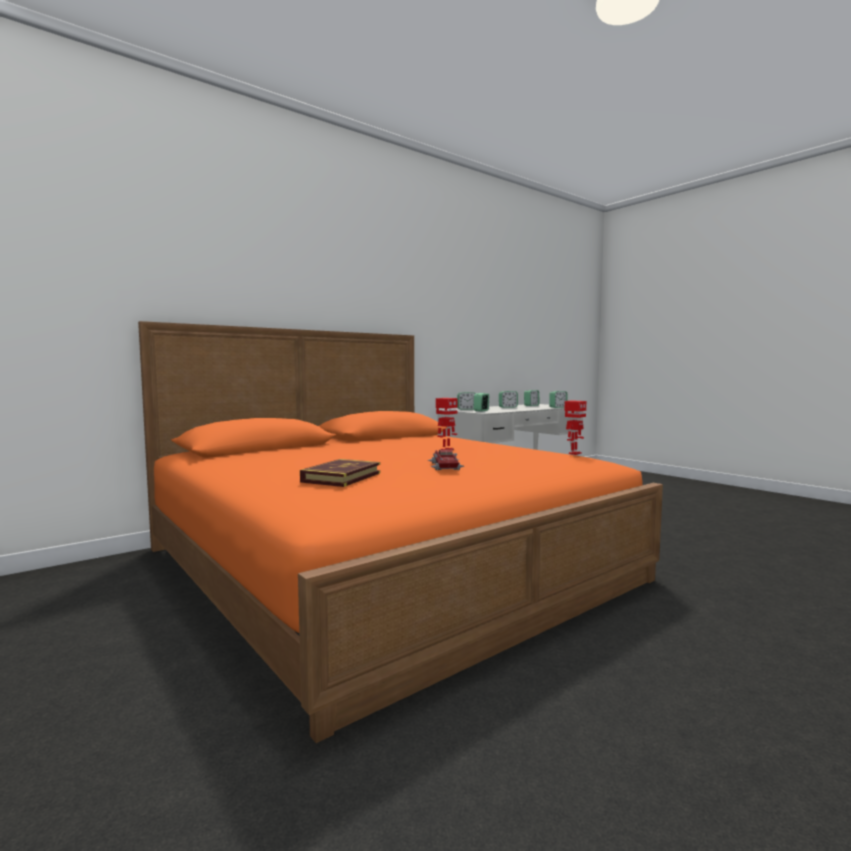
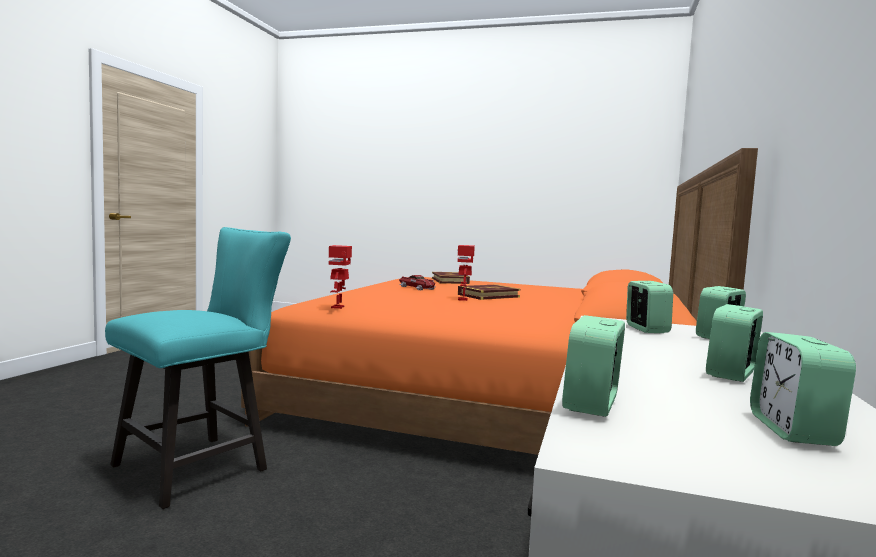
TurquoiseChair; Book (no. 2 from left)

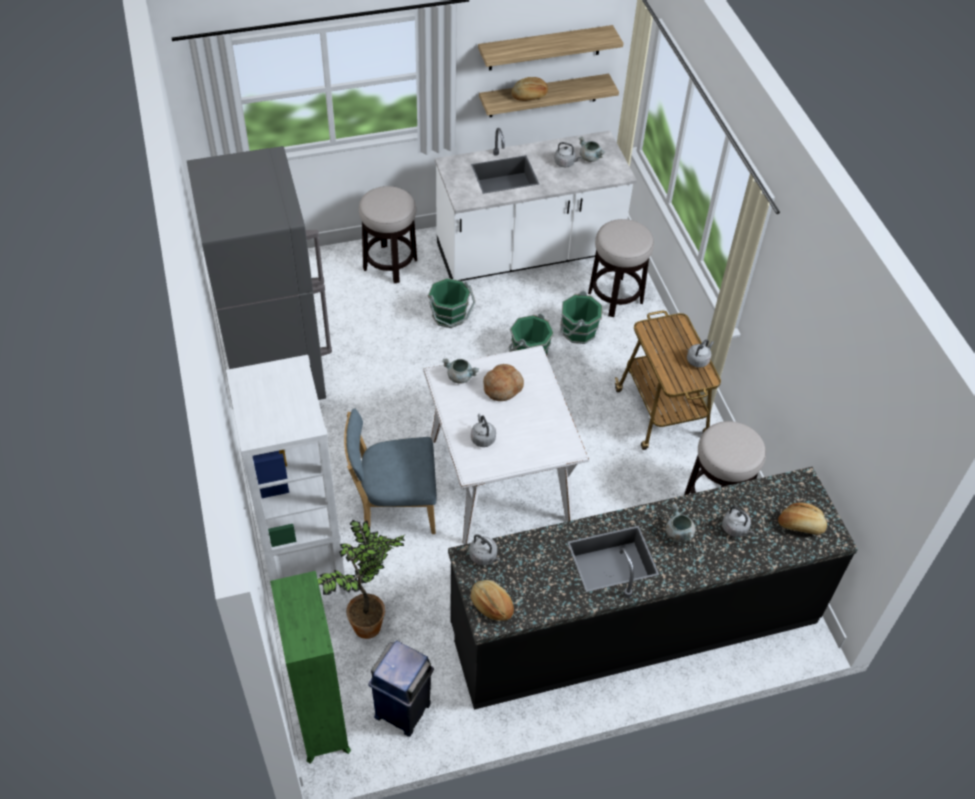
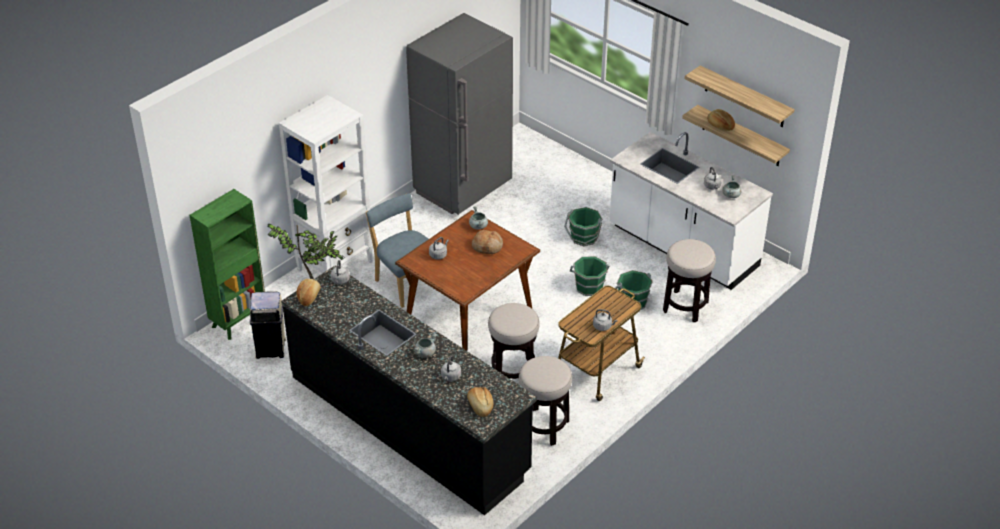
Stool (no. 1 from left); BeigeTrashCan; BrownDiningTable

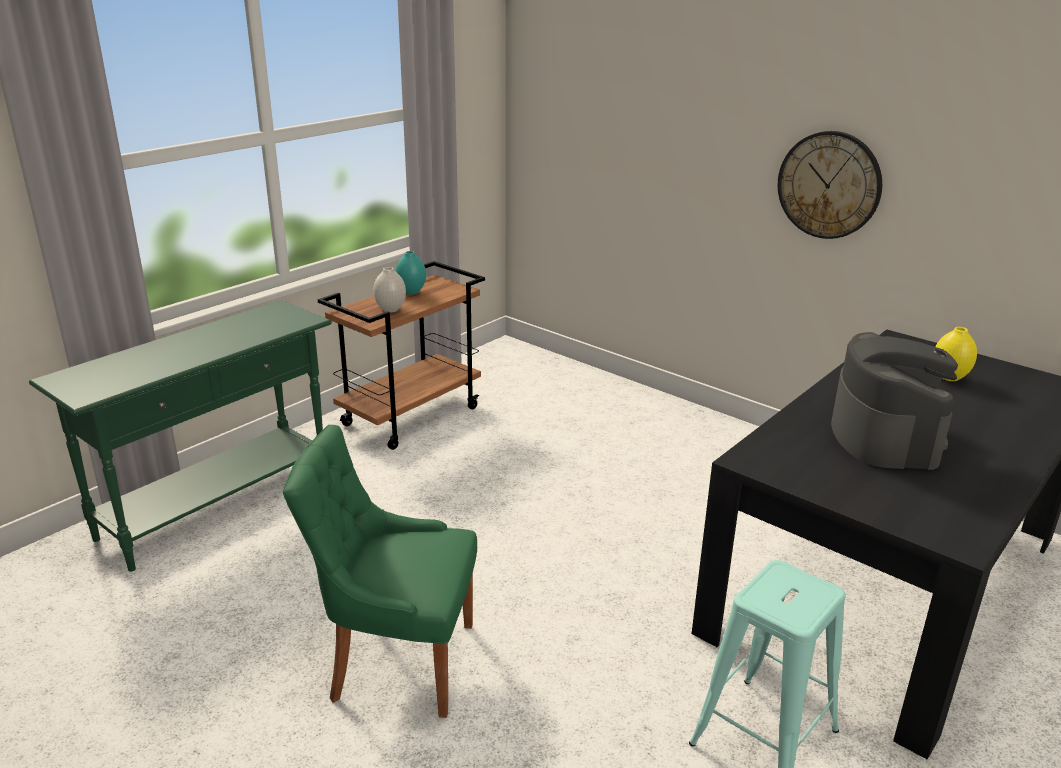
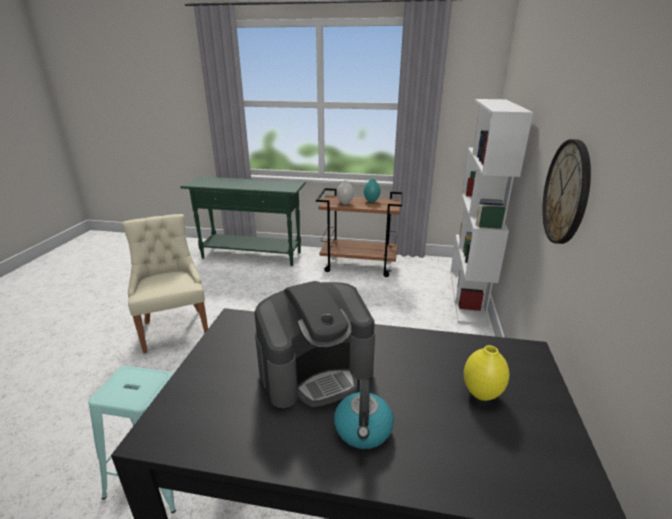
BeigeChair; Kettle; WhiteBookcase

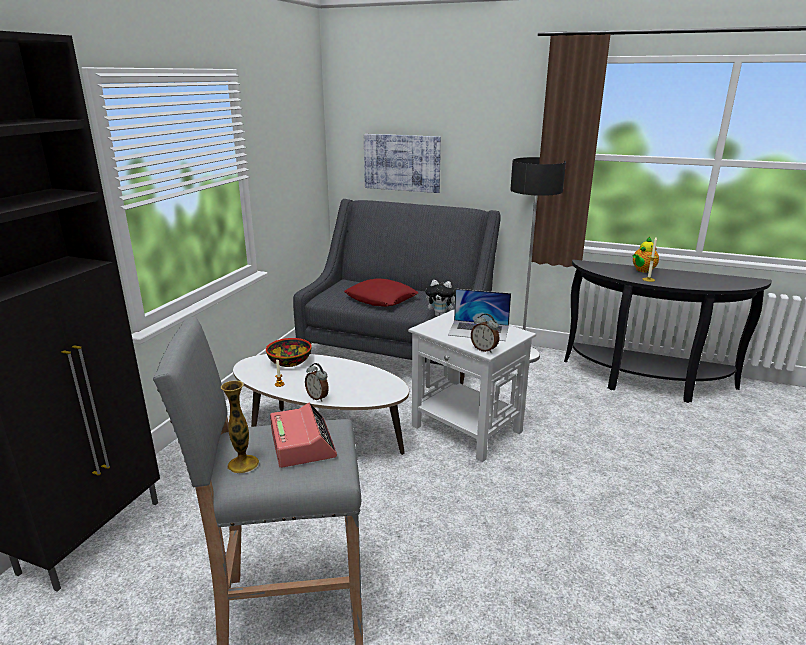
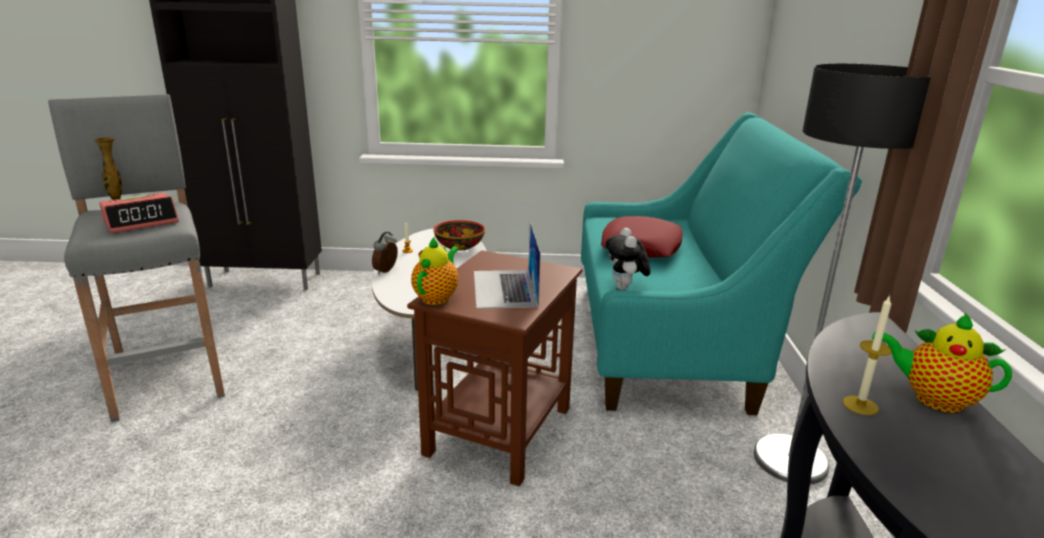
TurquoiseSofa; Picture; BrownSideTable; Teapot (no. 1 from left)

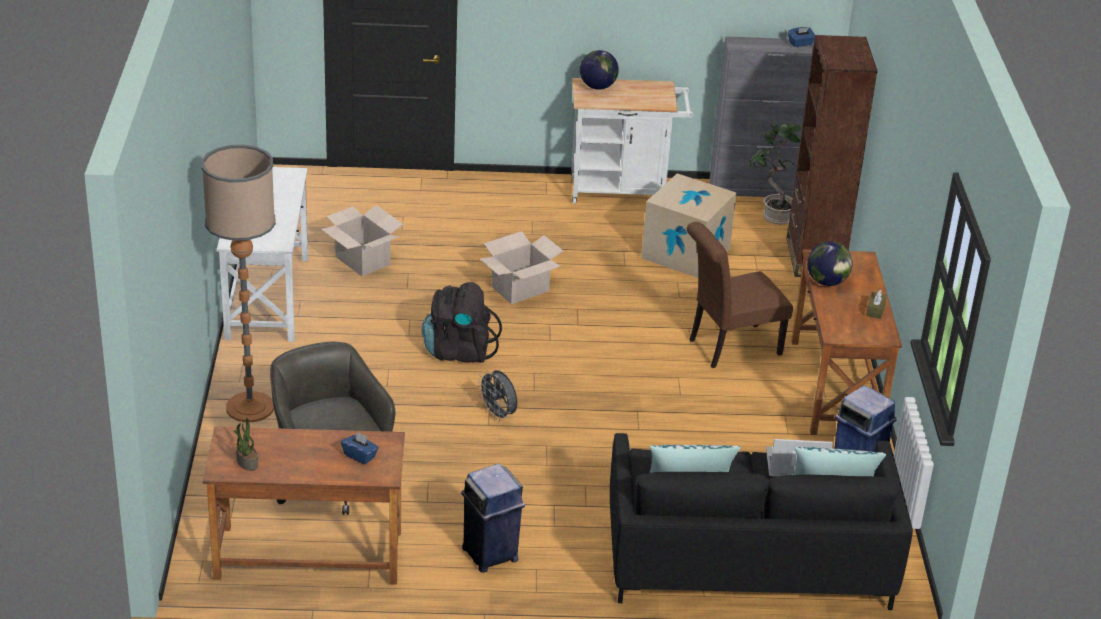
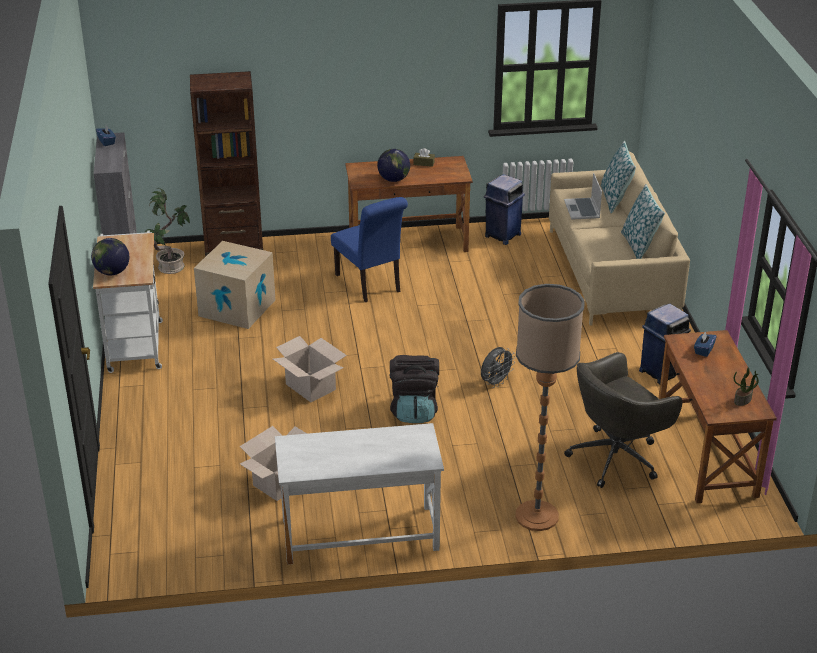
BeigeSofa; BlueChair

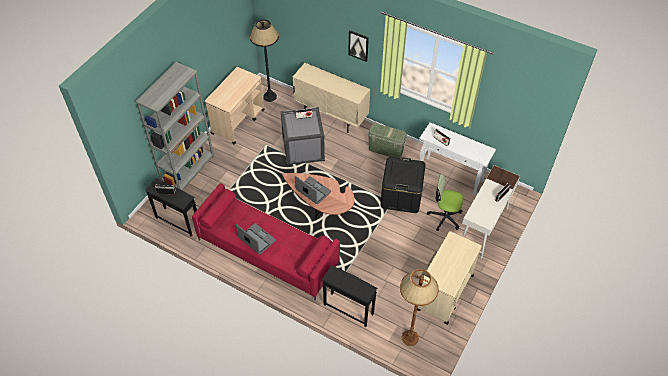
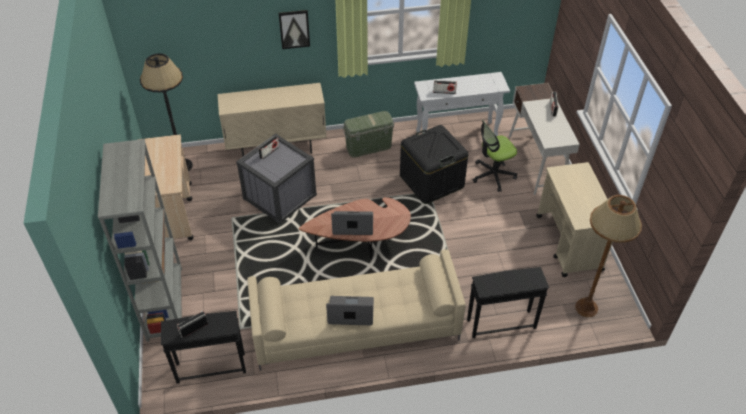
BeigeSofa

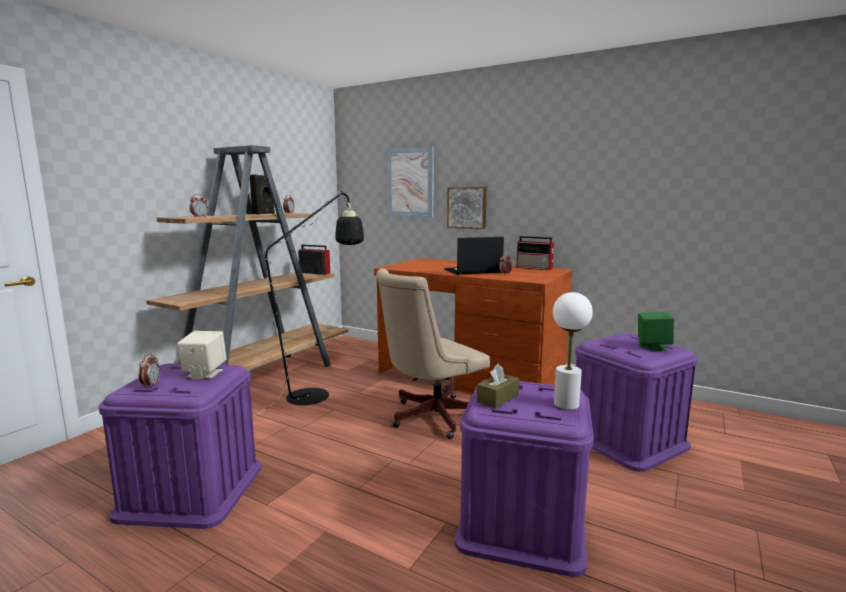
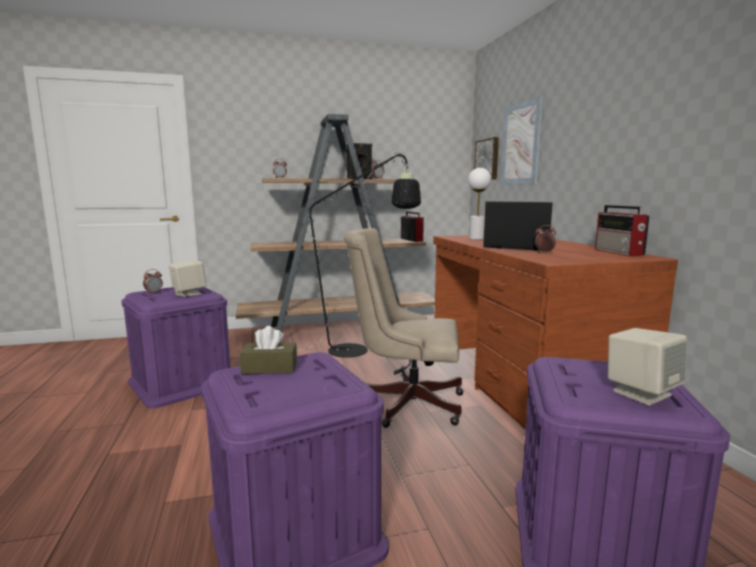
Picture (no. 1 from left); WhiteTableLamp; BeigeSpeaker (no. 2 from left)

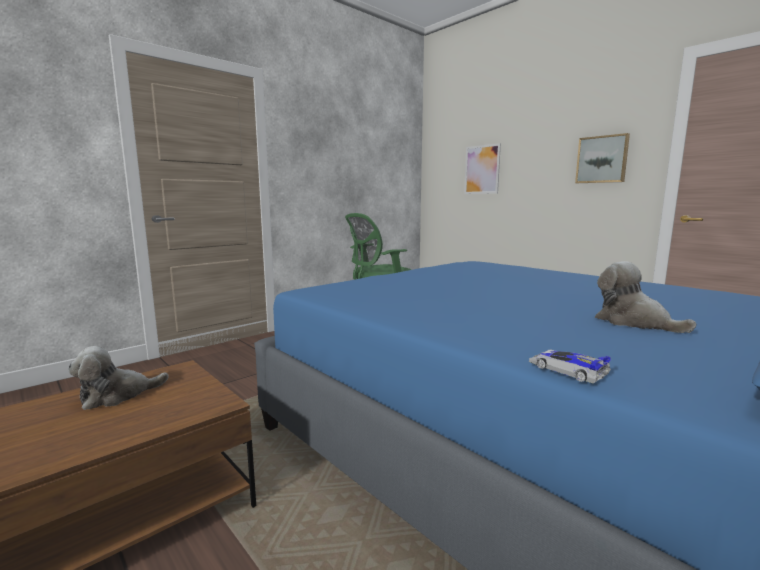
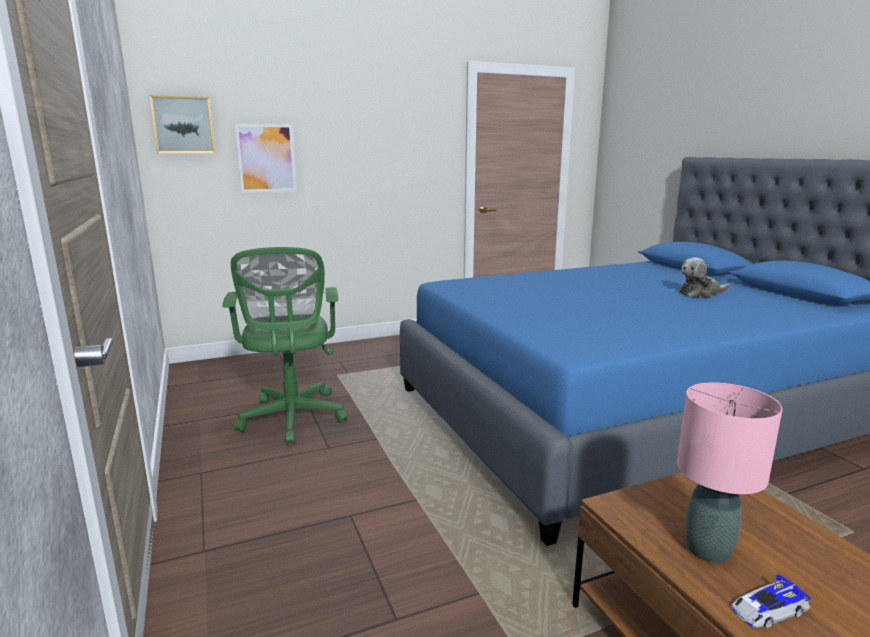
PinkTableLamp; ToyCar; Picture (no. 1 from left)

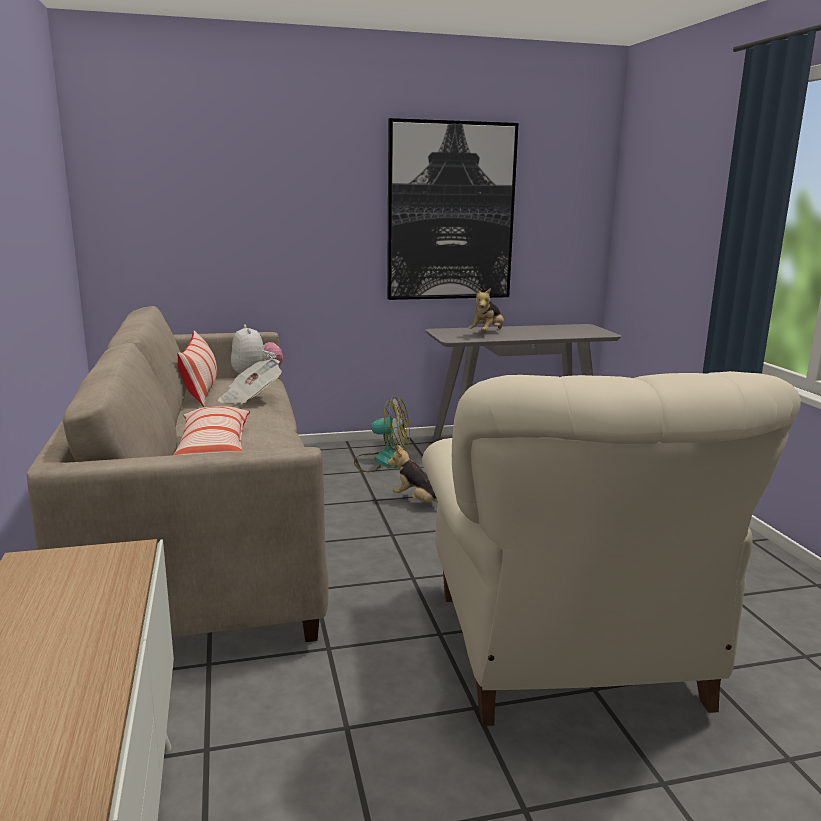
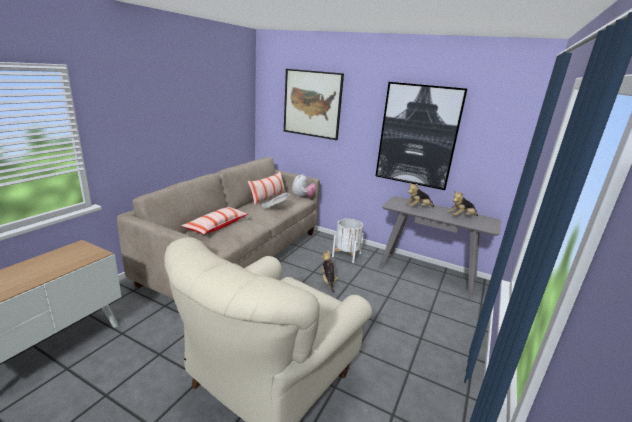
WhitePlanter; Picture (no. 1 from left); PlushToy (no. 4 from left)

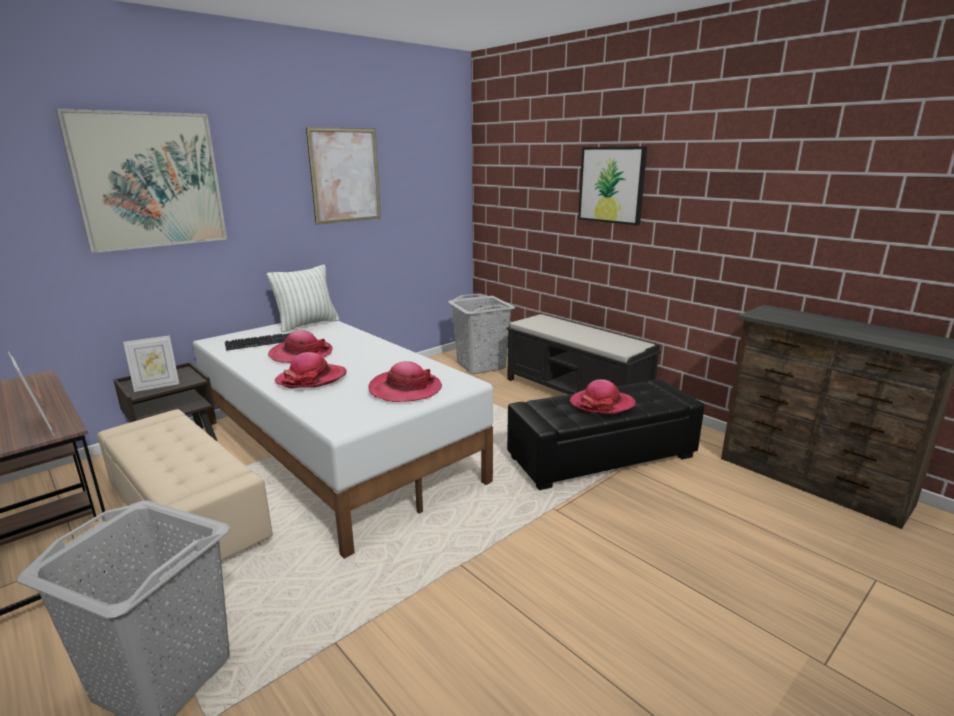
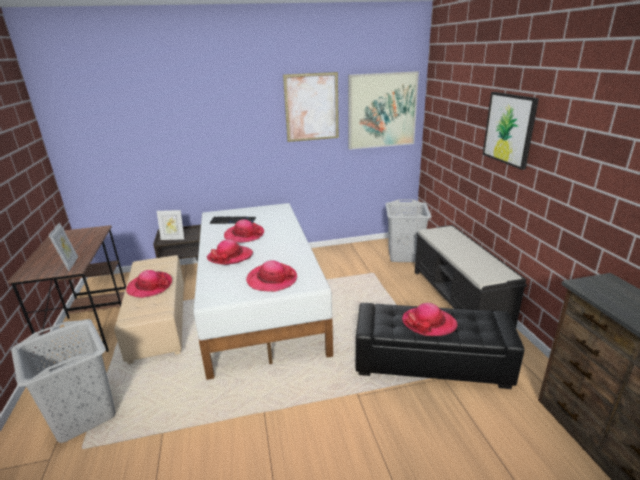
Picture (no. 2 from left); Pillow; Hat (no. 1 from left)

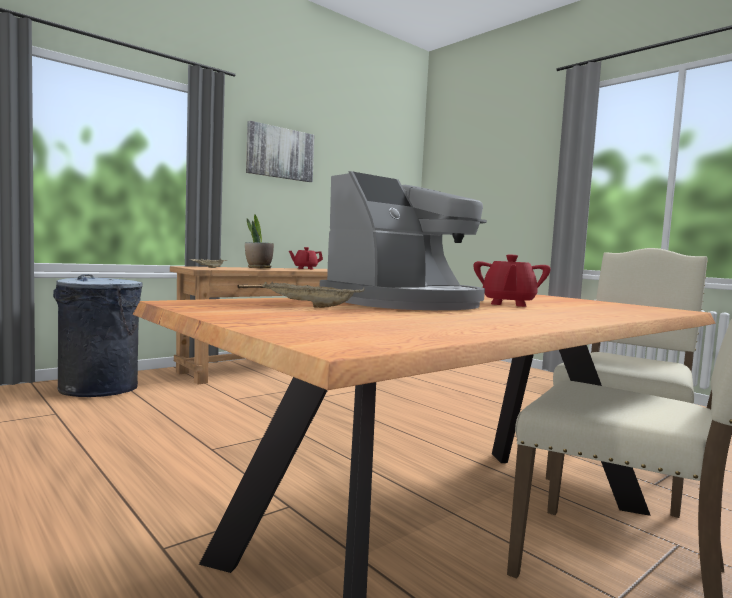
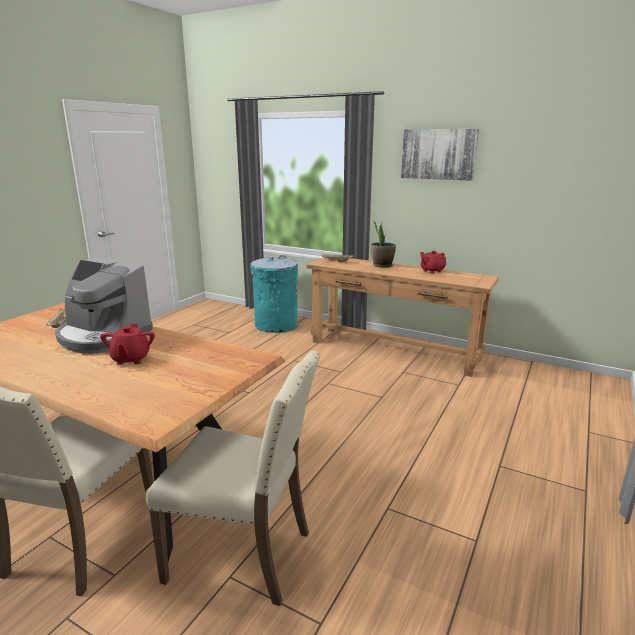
TurquoiseTrashCan; RedTeapot (no. 1 from left)

